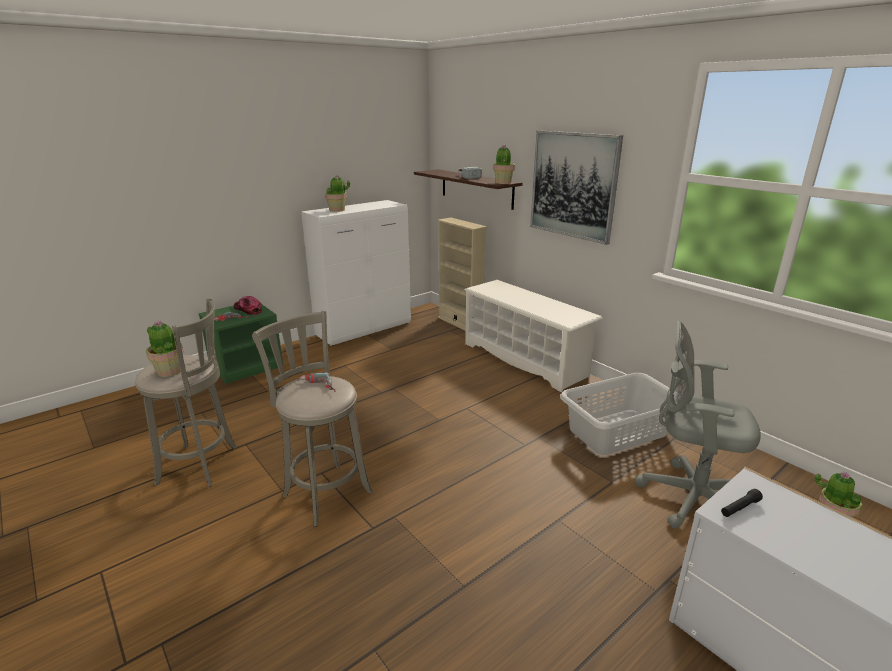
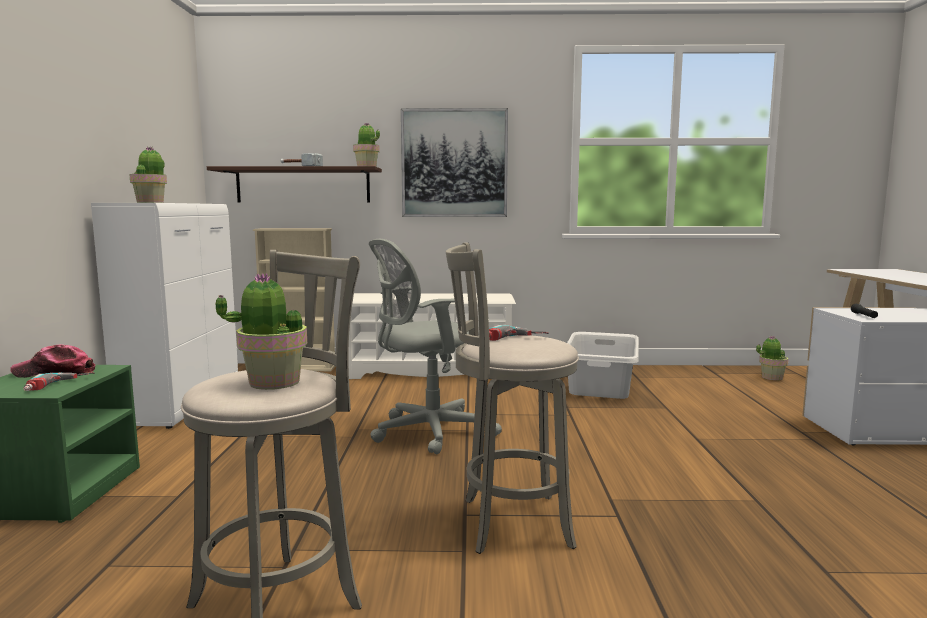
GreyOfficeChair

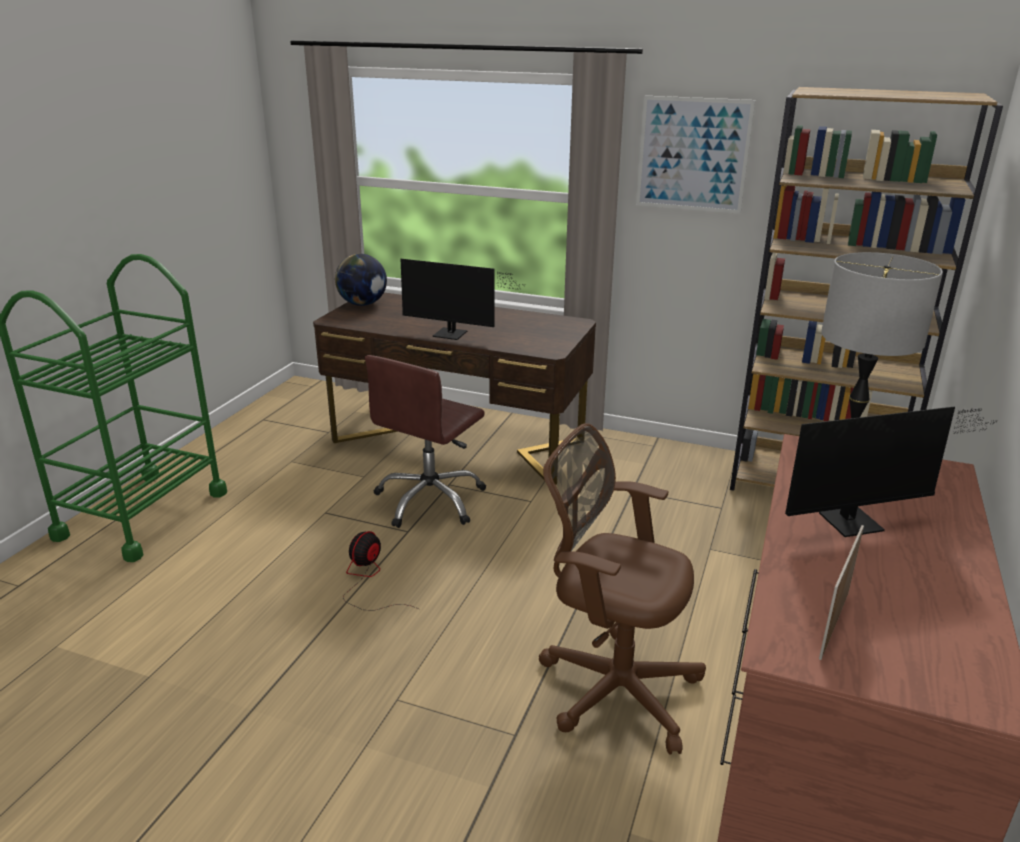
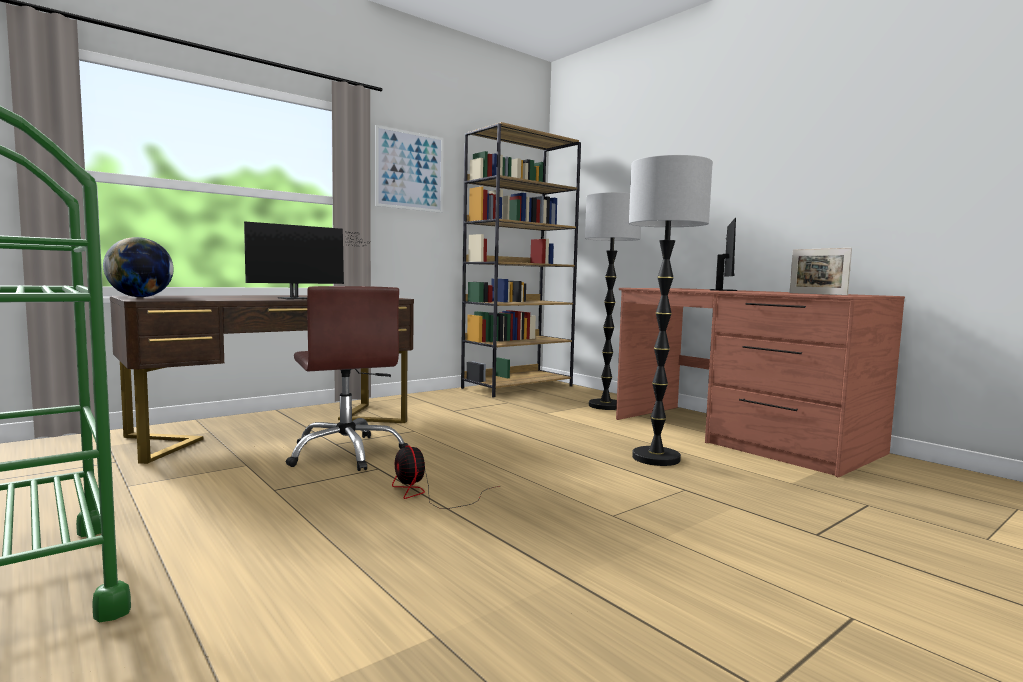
FloorLamp (no. 2 from left)

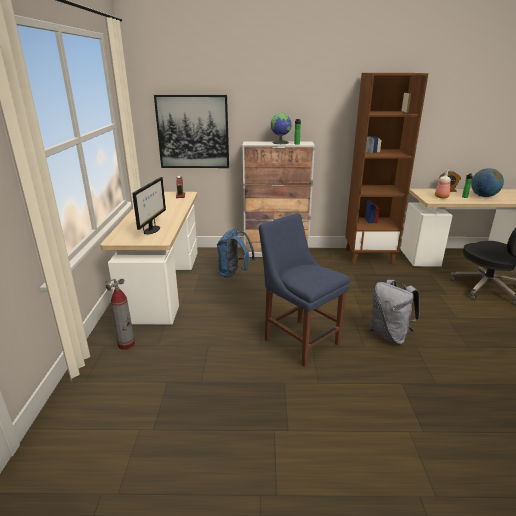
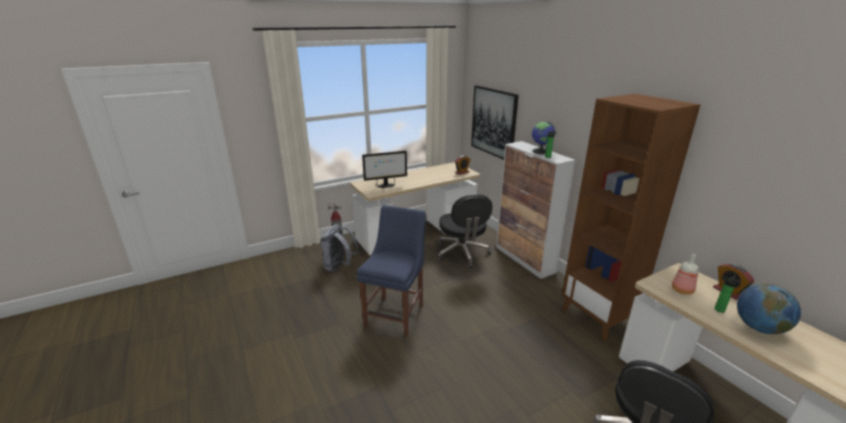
BlackOfficeChair (no. 1 from left); GreyBackpack

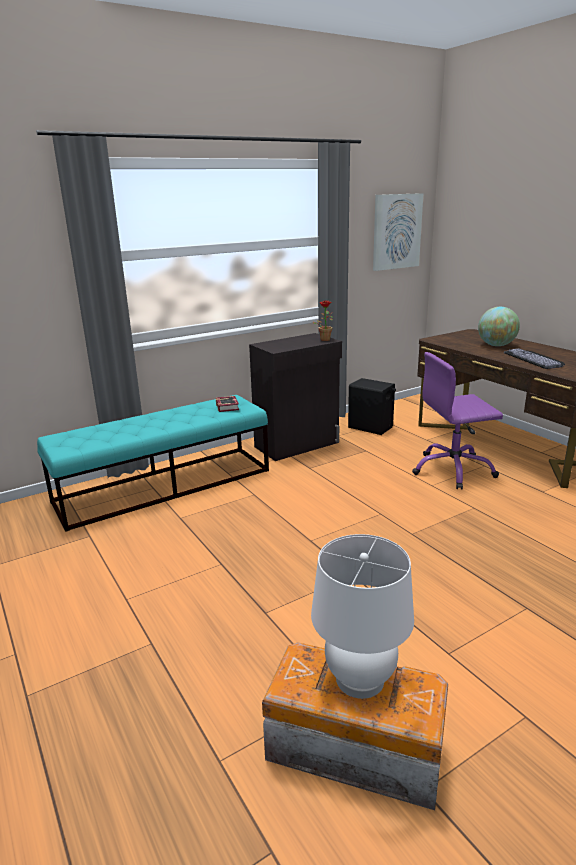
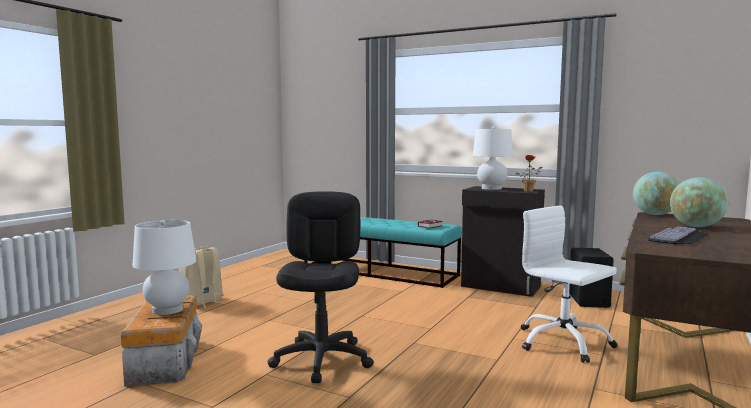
Picture; WhiteOfficeChair; BeigeBackpack; BlackOfficeChair; WhiteTableLamp (no. 2 from left); Globe (no. 1 from left)

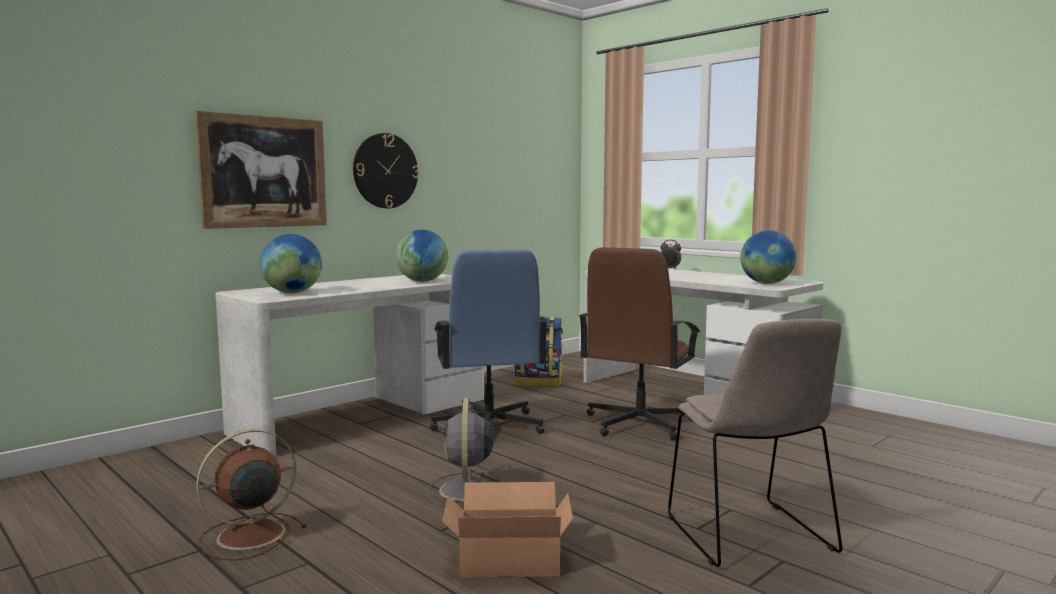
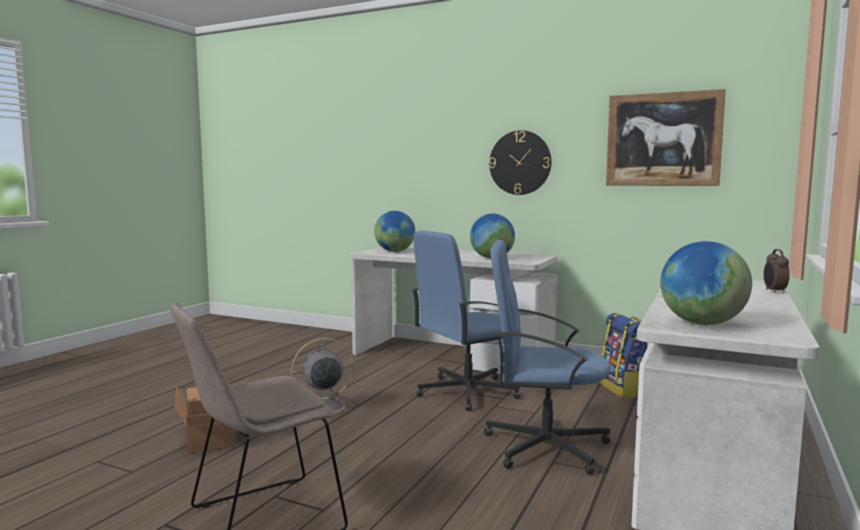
Picture; BrownFan; BlueOfficeChair (no. 2 from left)

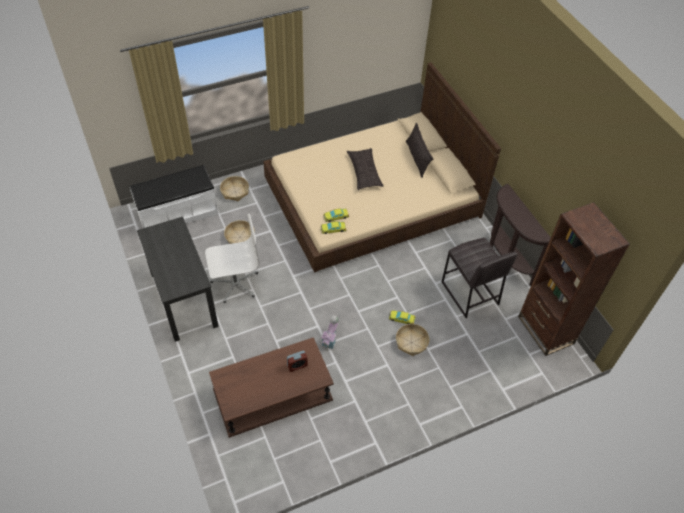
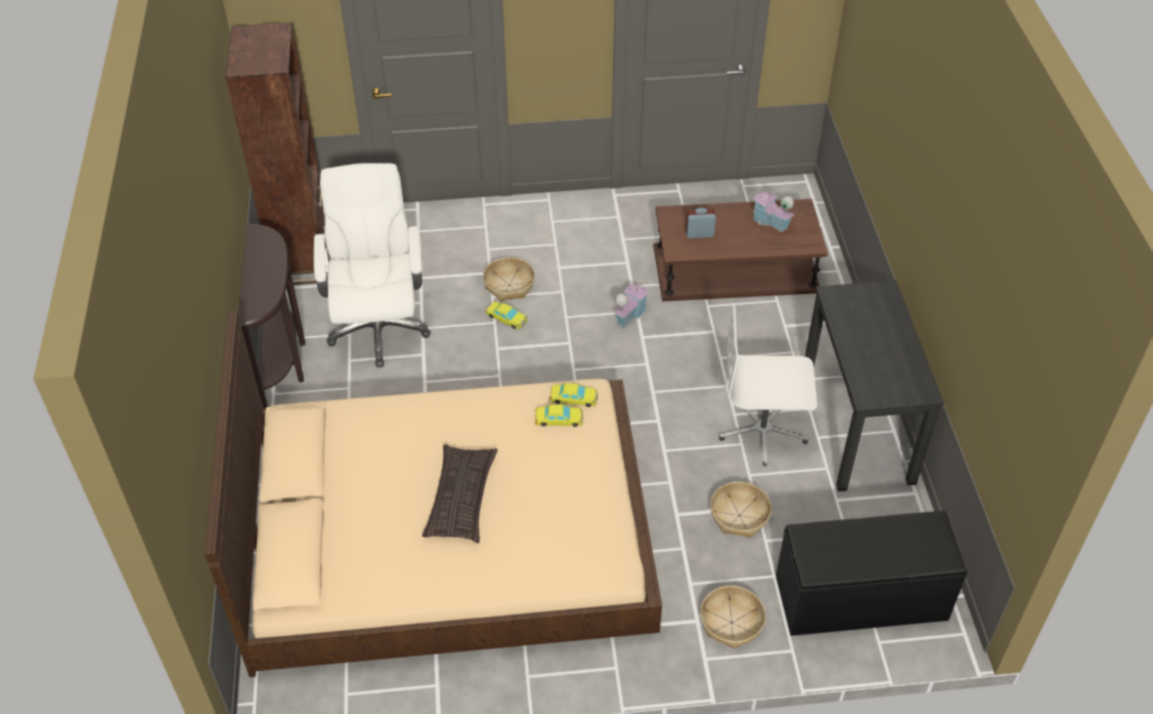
BlackBench; Pillow (no. 2 from left in the first image); WhiteOfficeChair (no. 1 from left); ToyHouse (no. 2 from left)

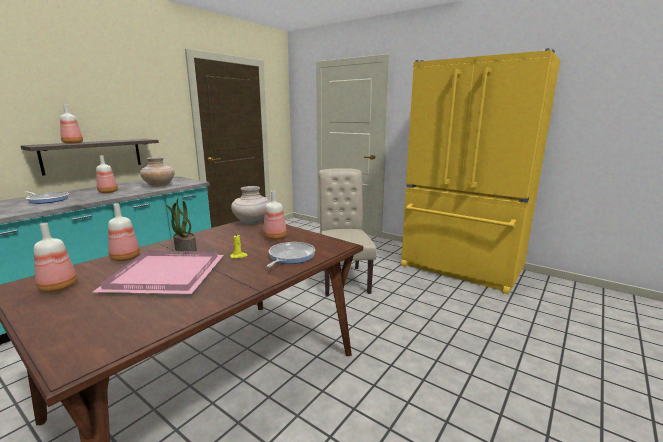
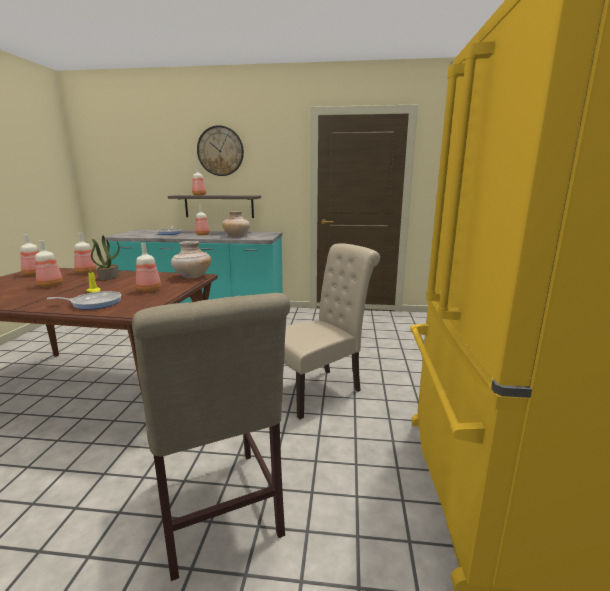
Bottle (no. 2 from left); BeigeChair (no. 1 from left); WallClock

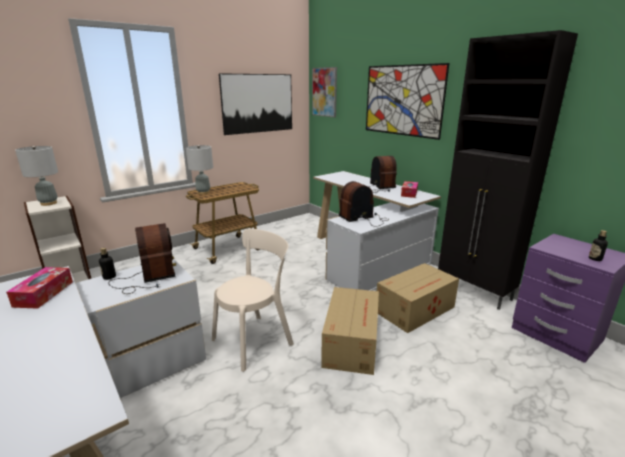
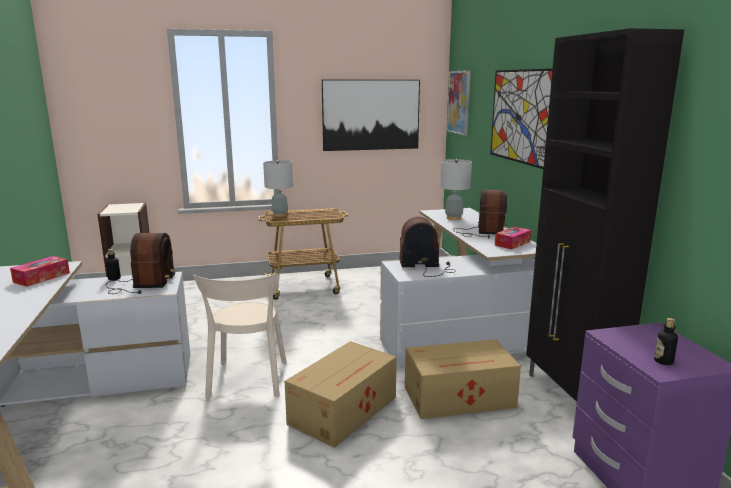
GreyTableLamp (no. 2 from left); BeigeChair

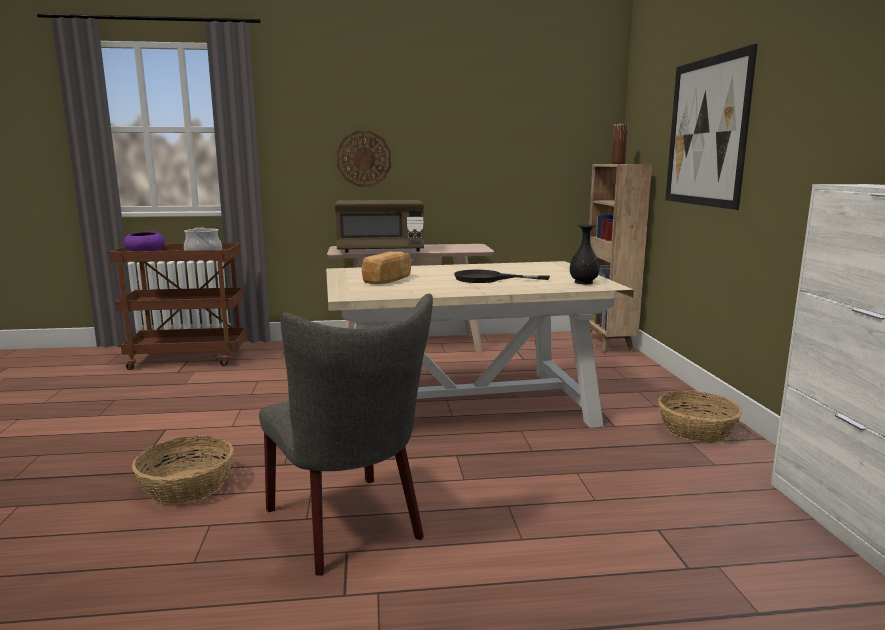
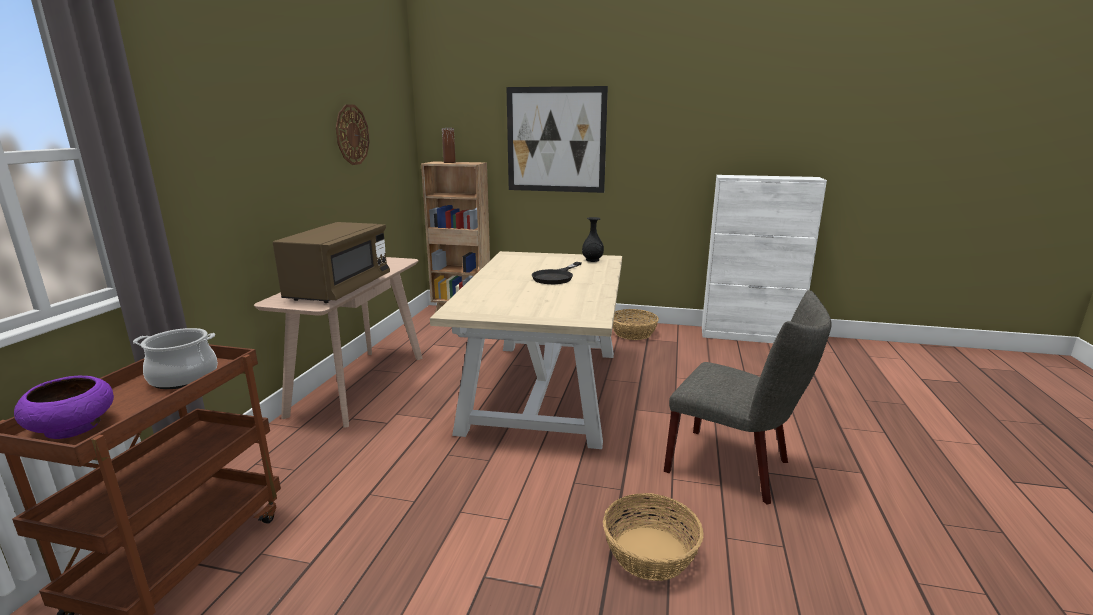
GreyChair; WallClock; Bread

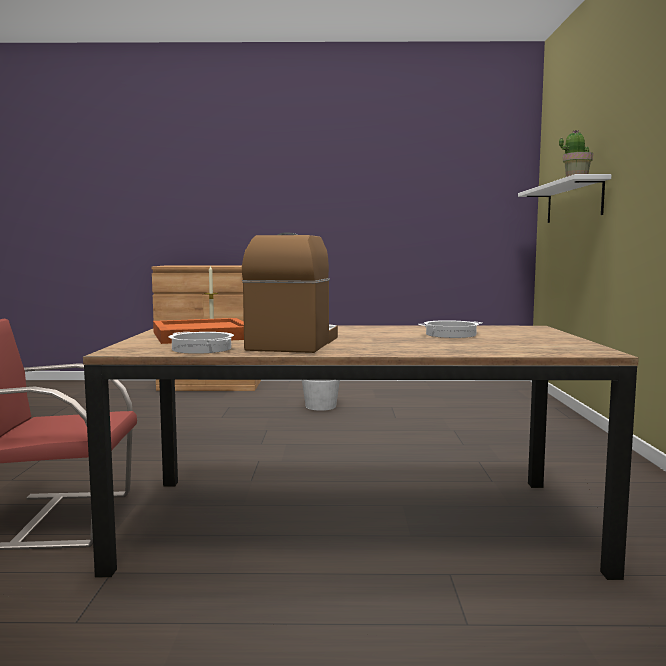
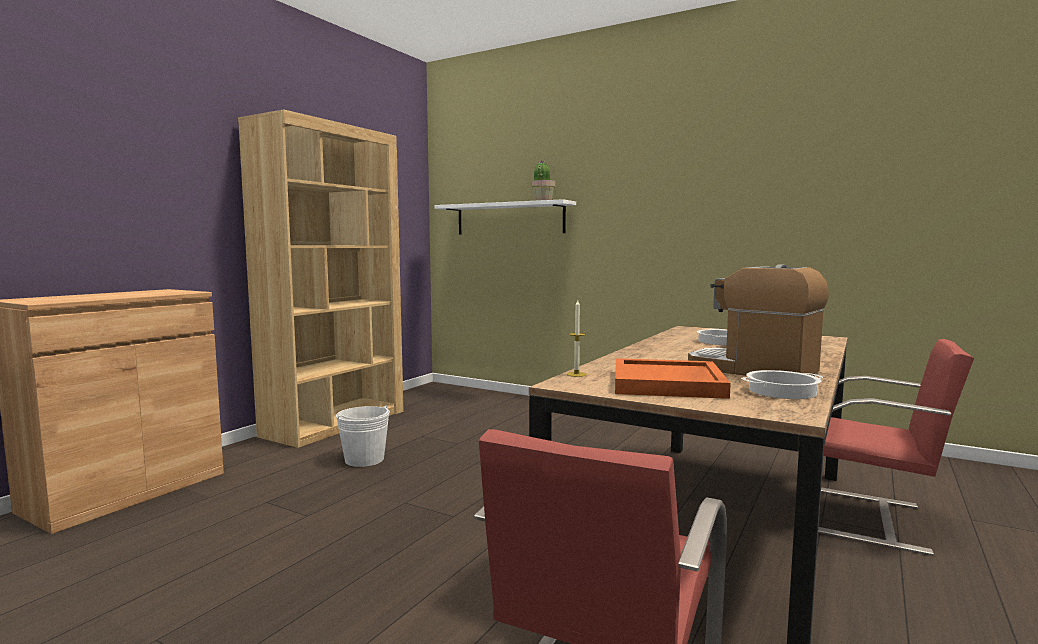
BrownBookcase; RedChair (no. 2 from left)

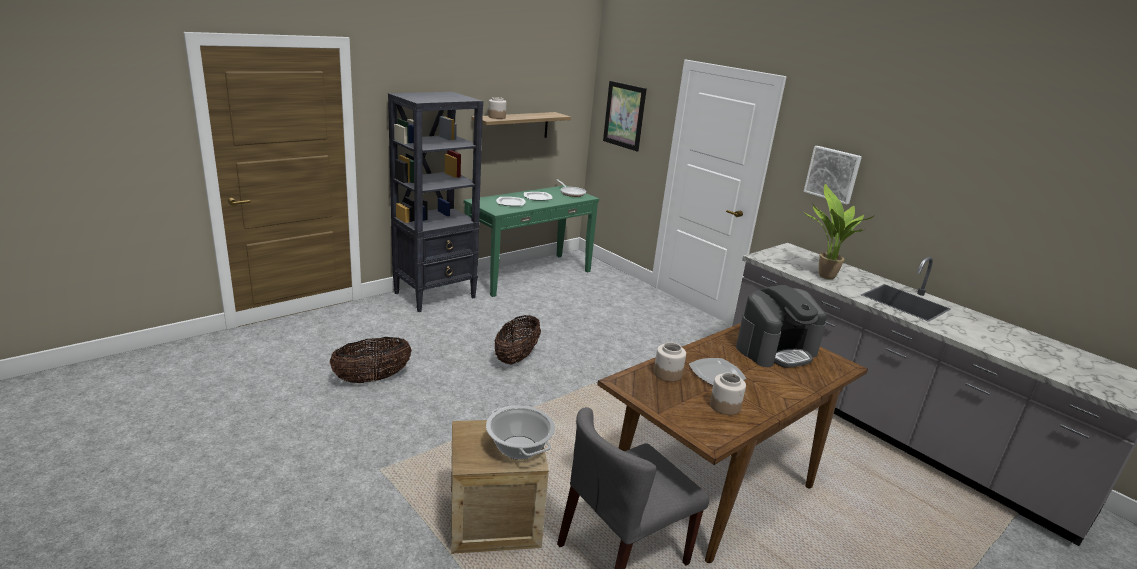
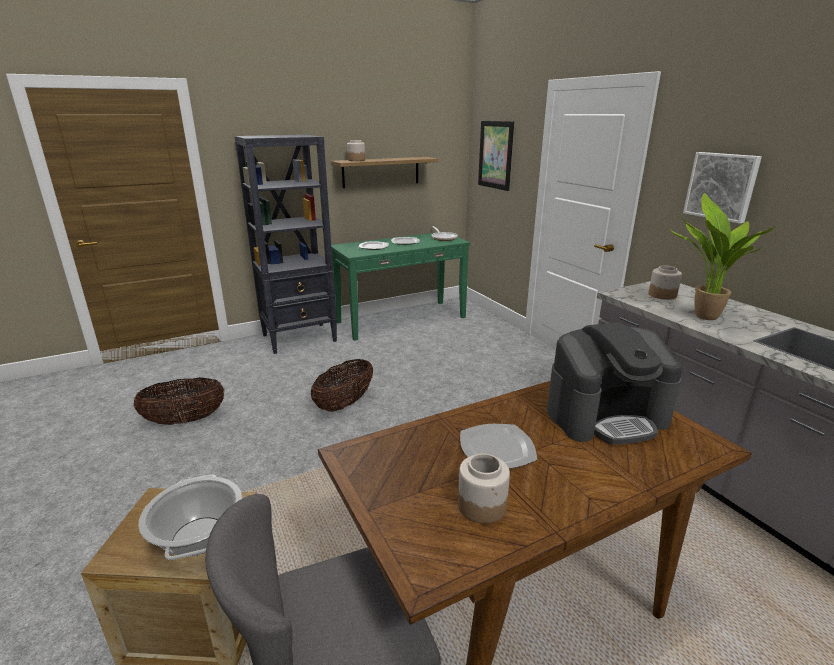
Jar (no. 3 from left)

